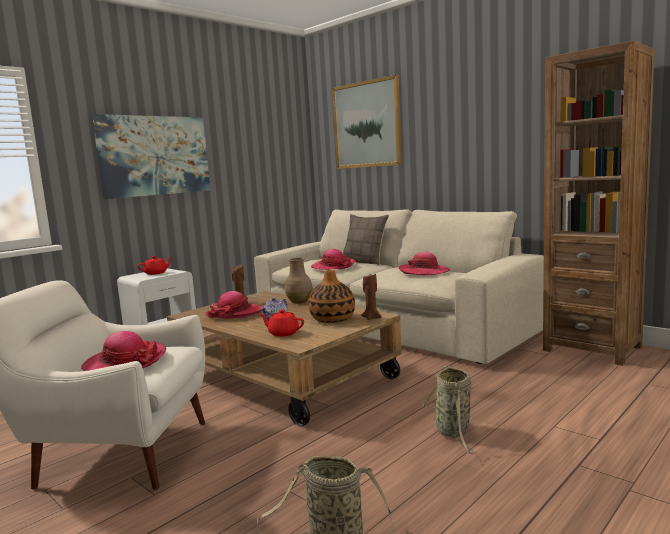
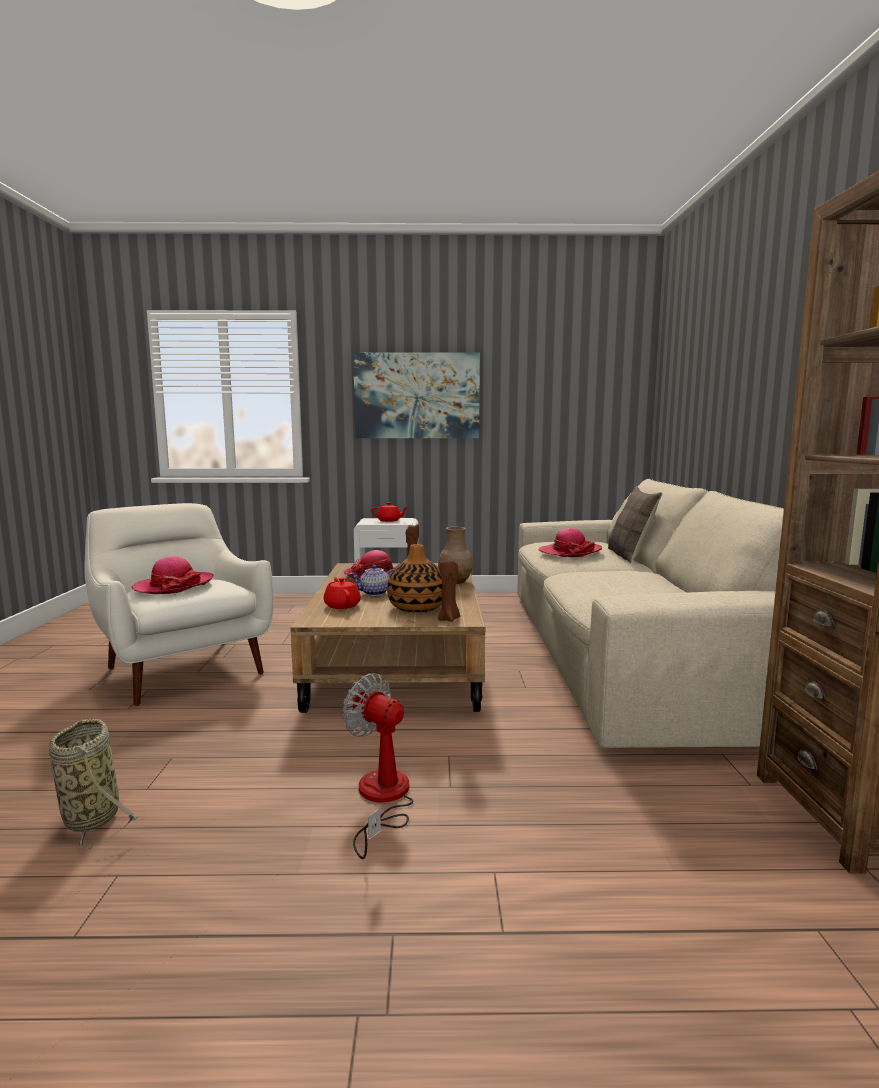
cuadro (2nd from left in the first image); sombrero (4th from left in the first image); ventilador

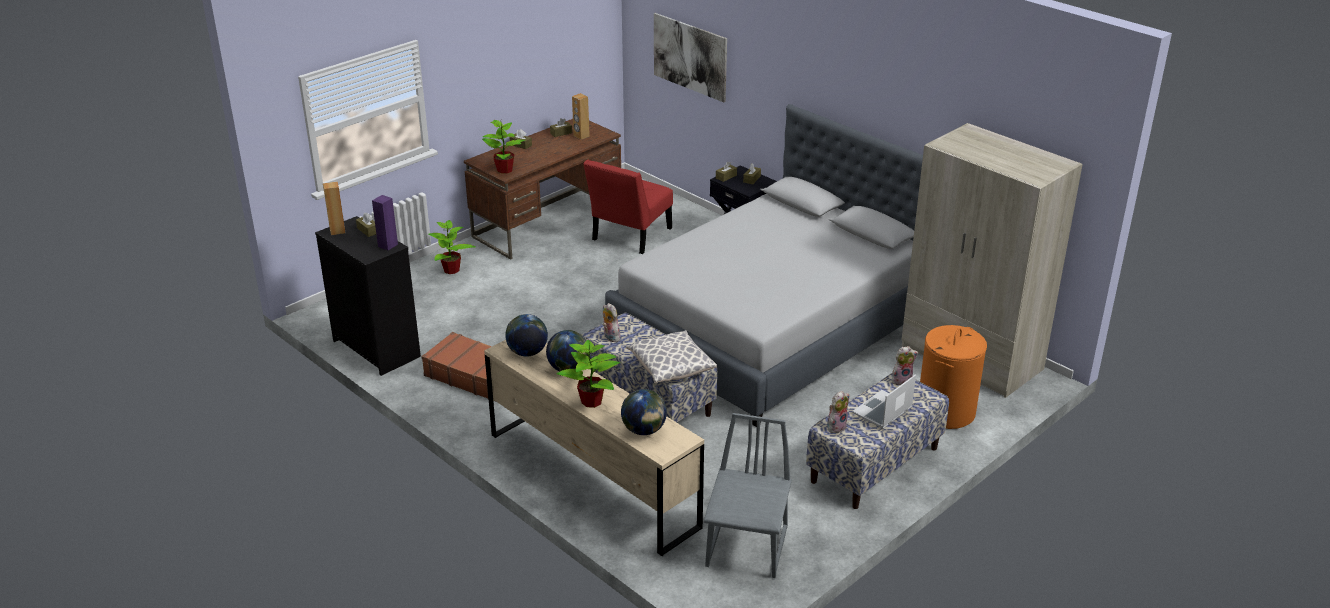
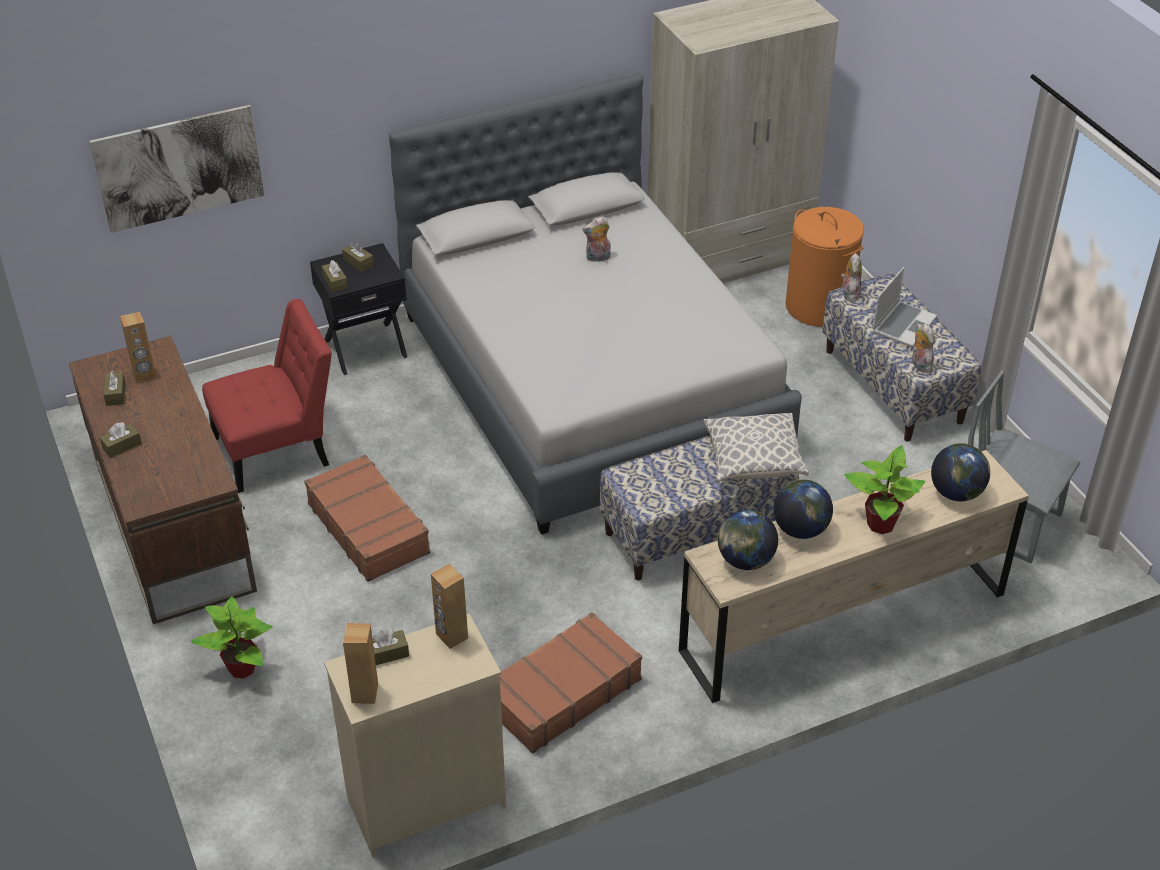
planta en maceta (2nd from left in the first image); silla/rojo; altavoz/marrón (3rd from left); cómoda/beis (1st from left); peluche (1st from left); portátil; maleta/marrón (1st from left)

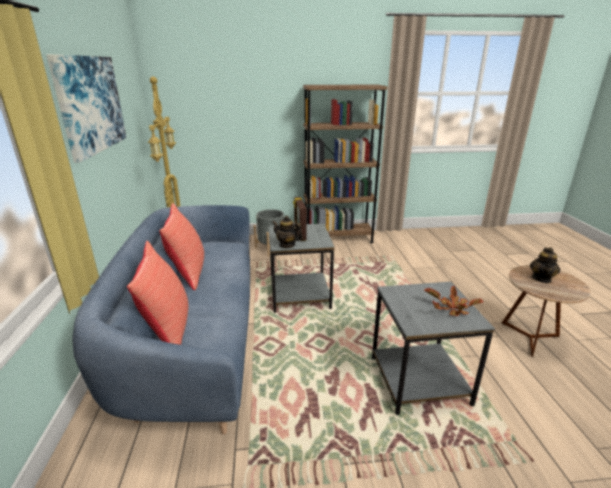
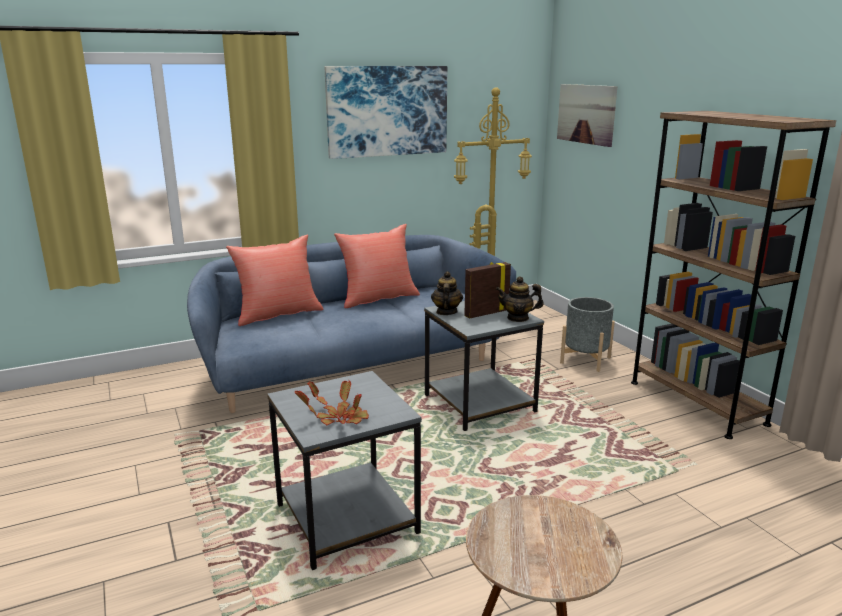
tetera (2nd from left); cuadro (2nd from left)

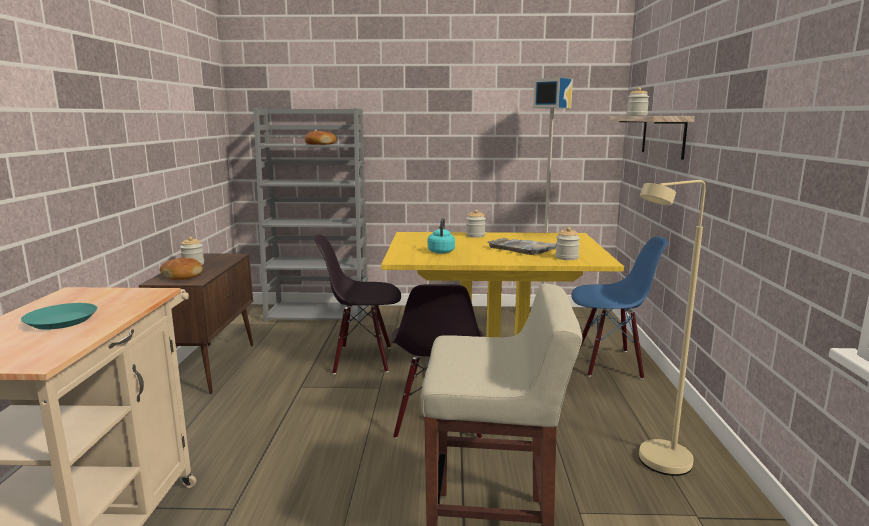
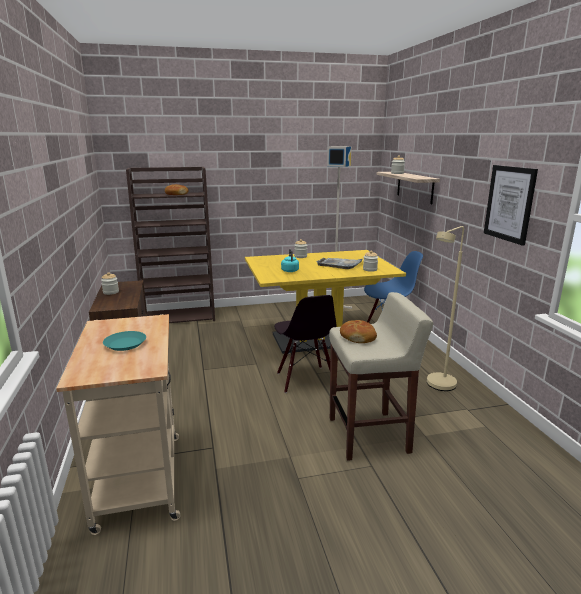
estantería/marrón; silla/negro (1st from left in the first image); pan (2nd from left); cuadro

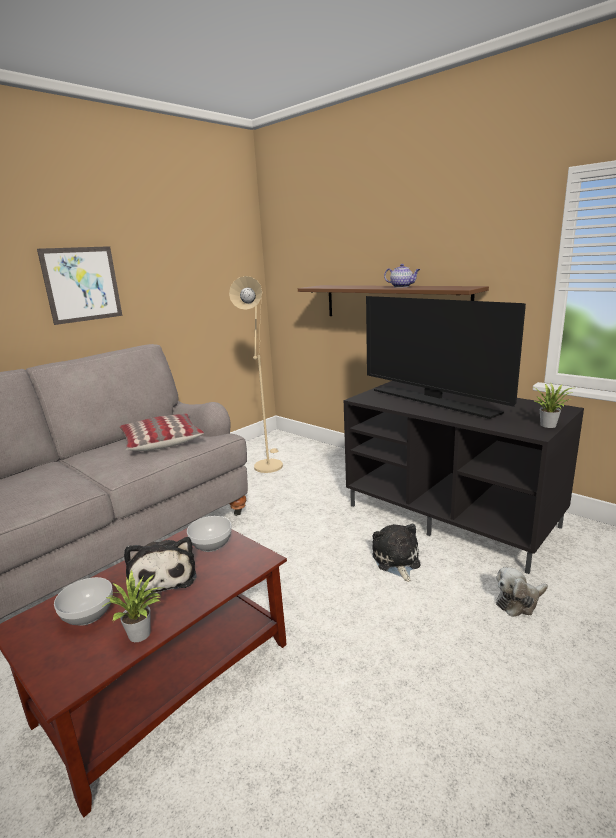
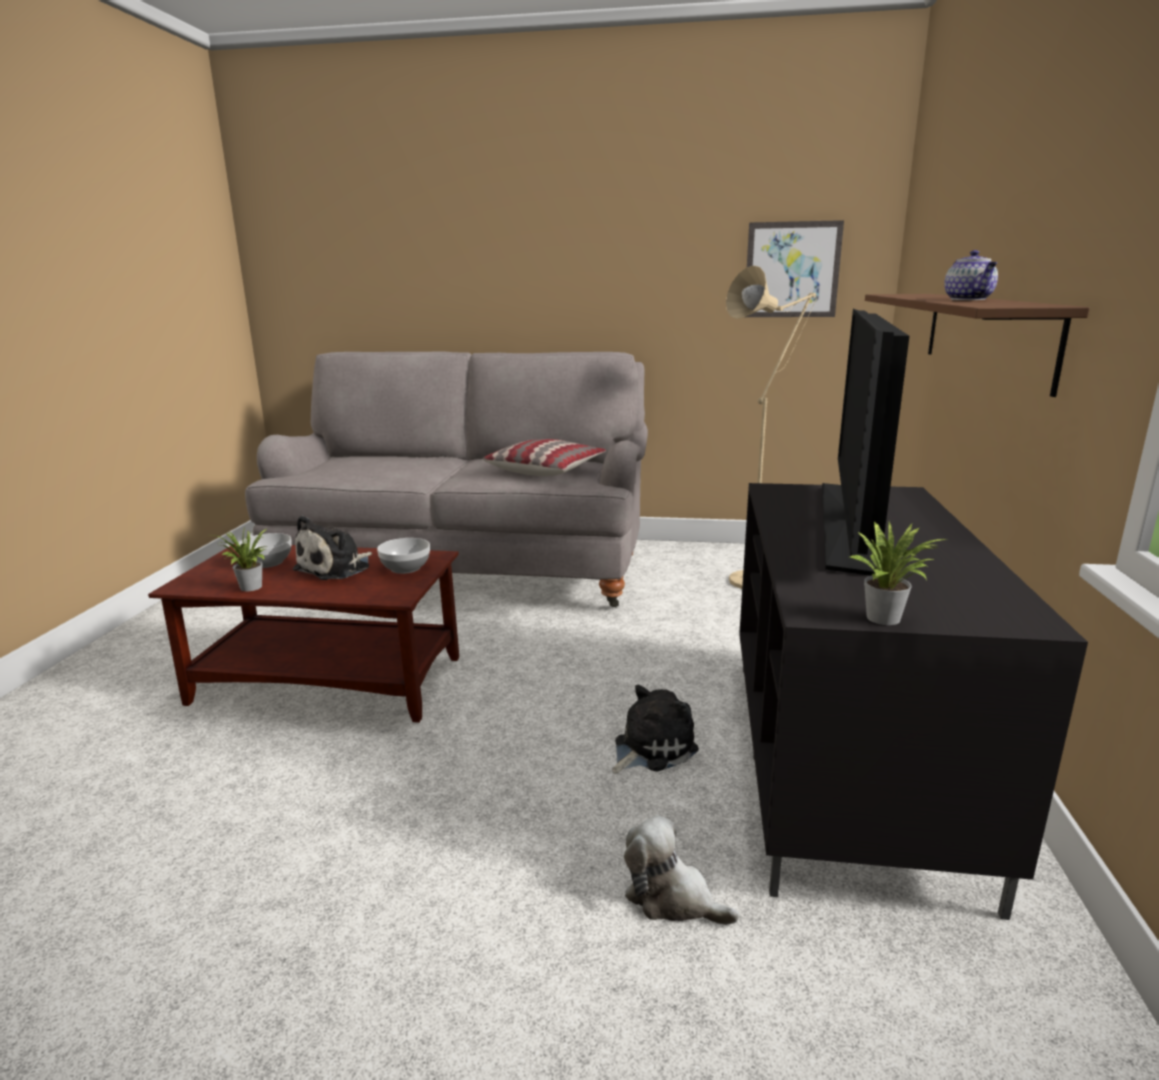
cuadro

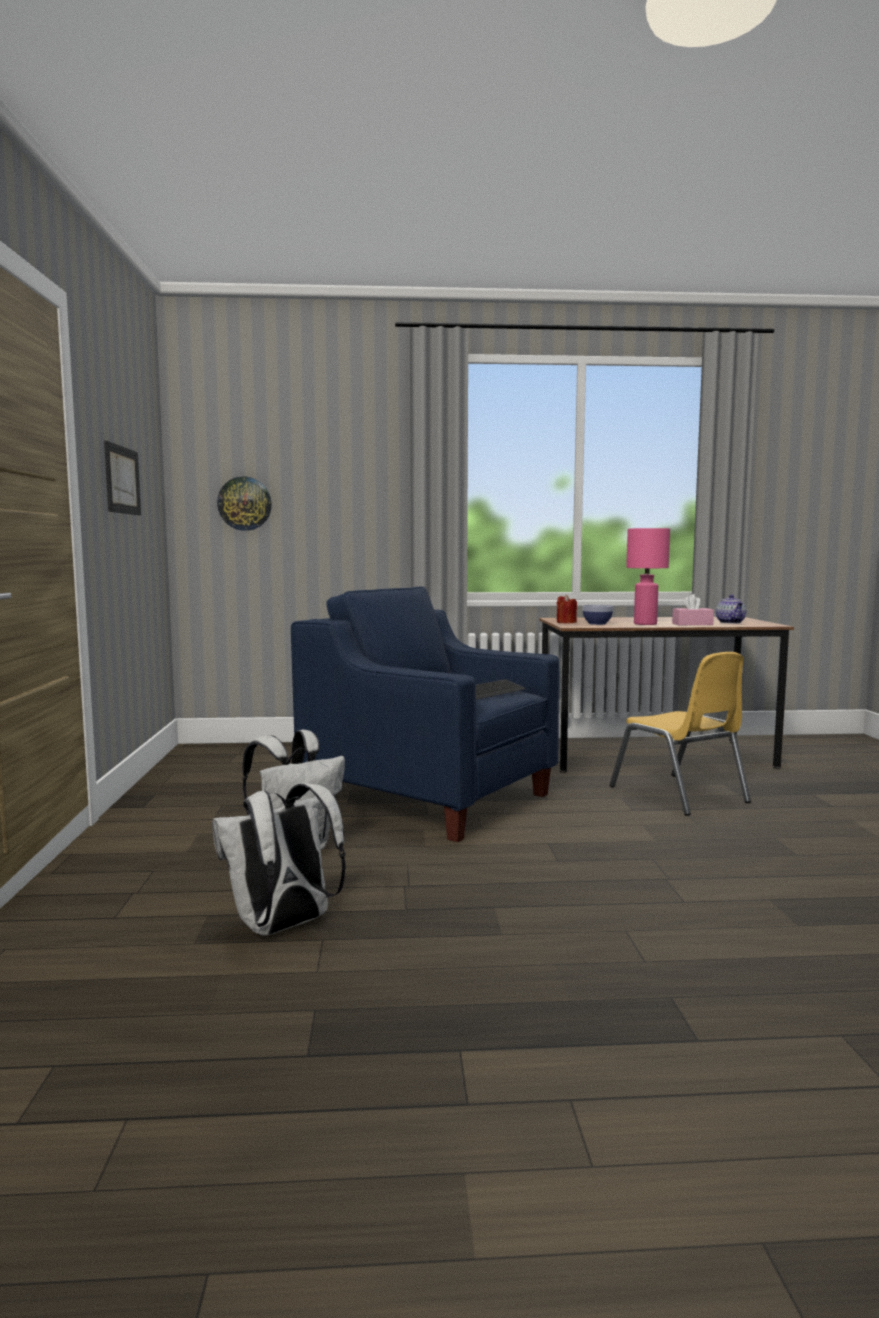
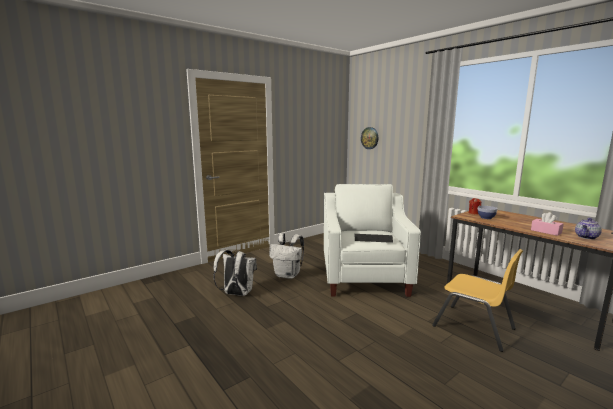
cuadro; lámpara de mesa/rosa; sillón/blanco; silla/amarillo

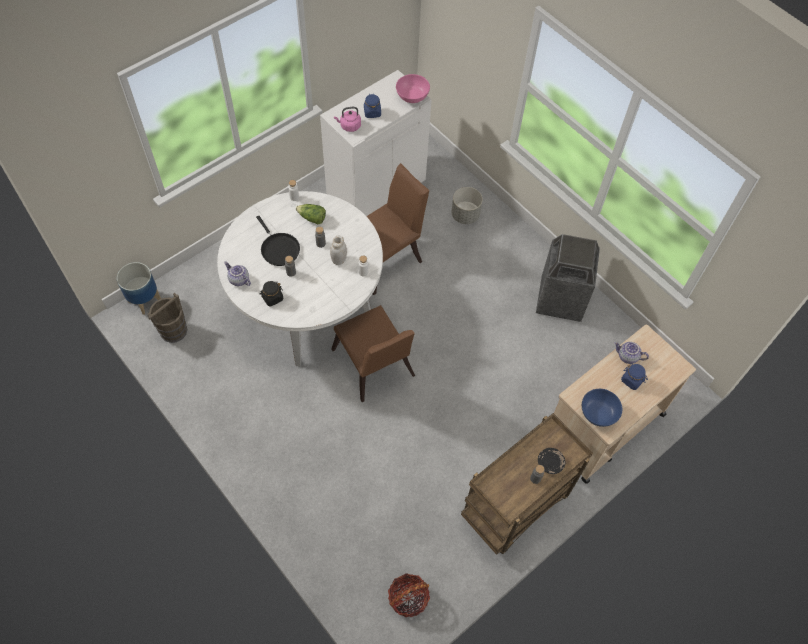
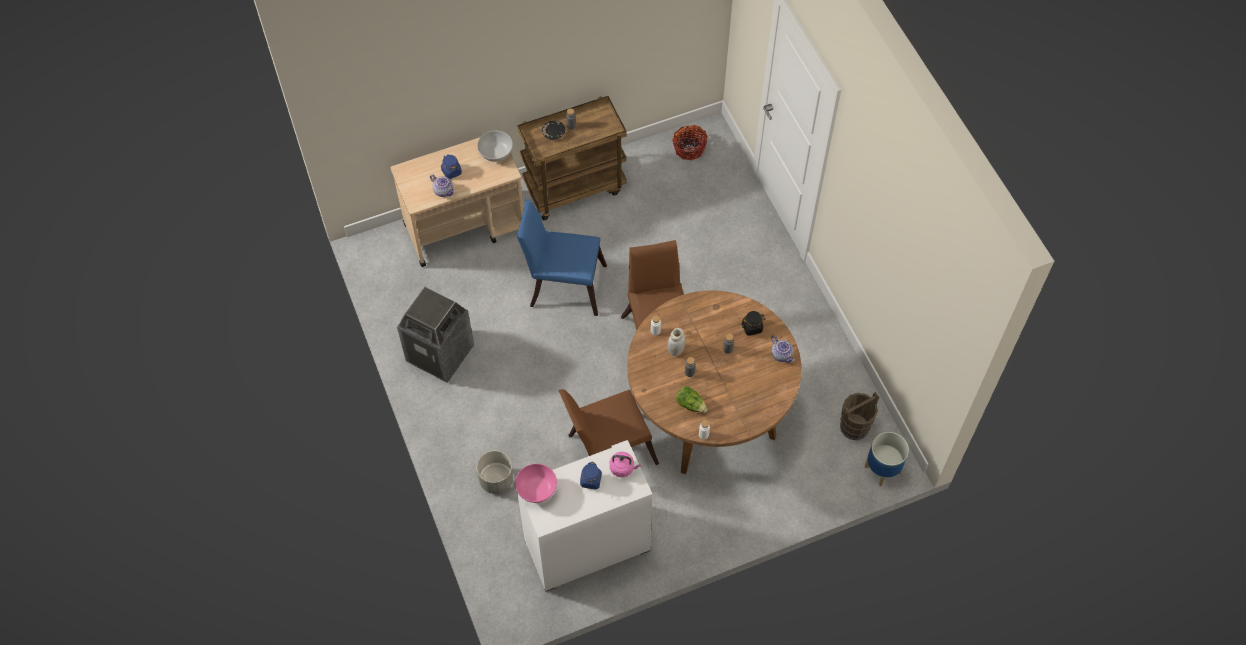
mesa de comedor/marrón; sartén/negro; cuenco/blanco; silla/azul

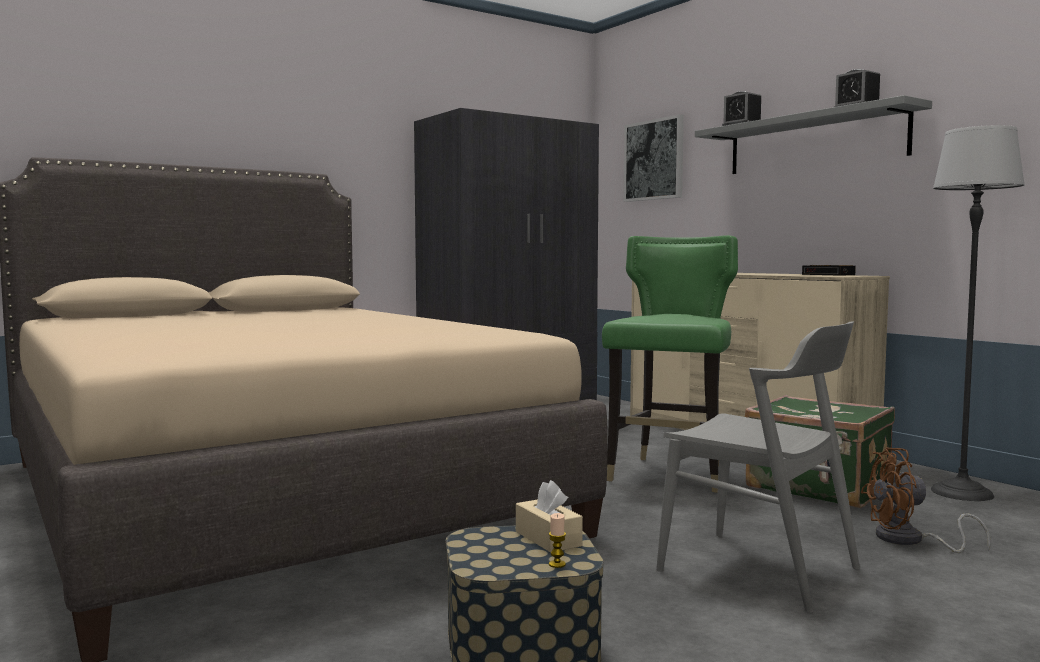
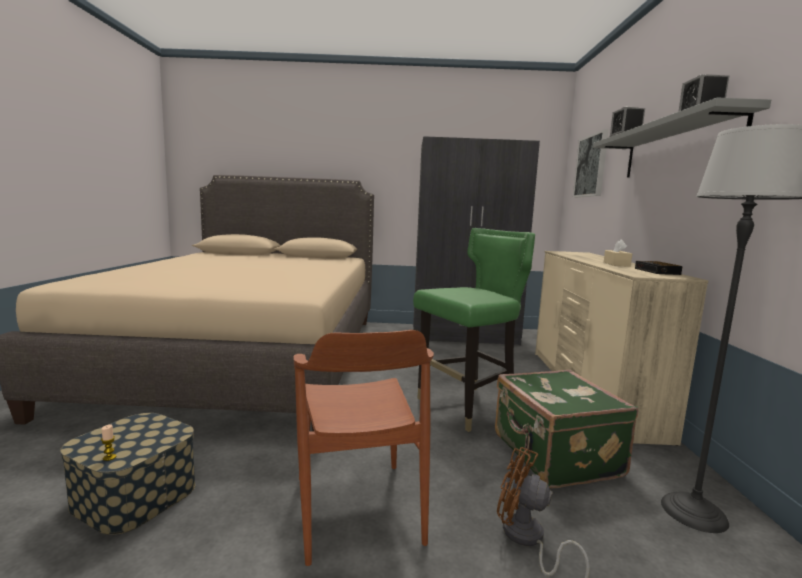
silla/marrón; caja de pañuelos/beis

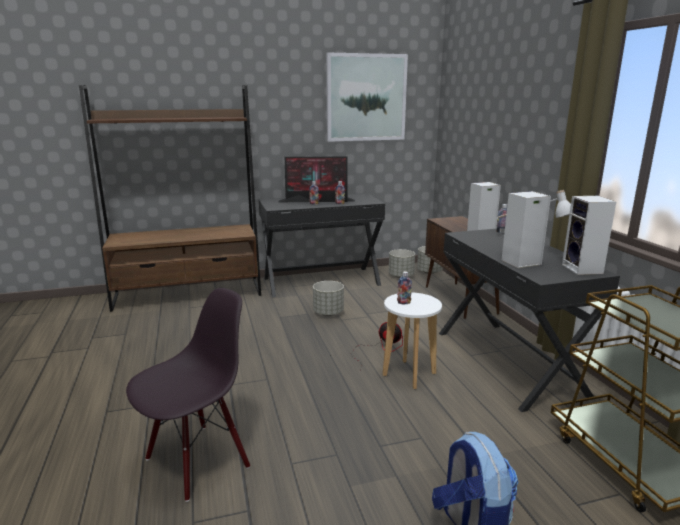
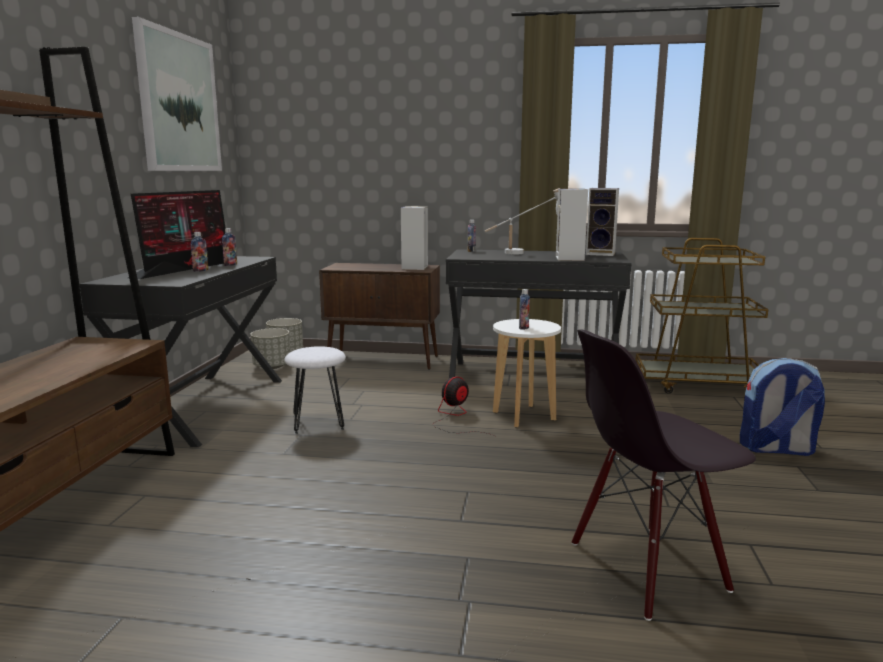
taburete/blanco (1st from left); silla/negro

